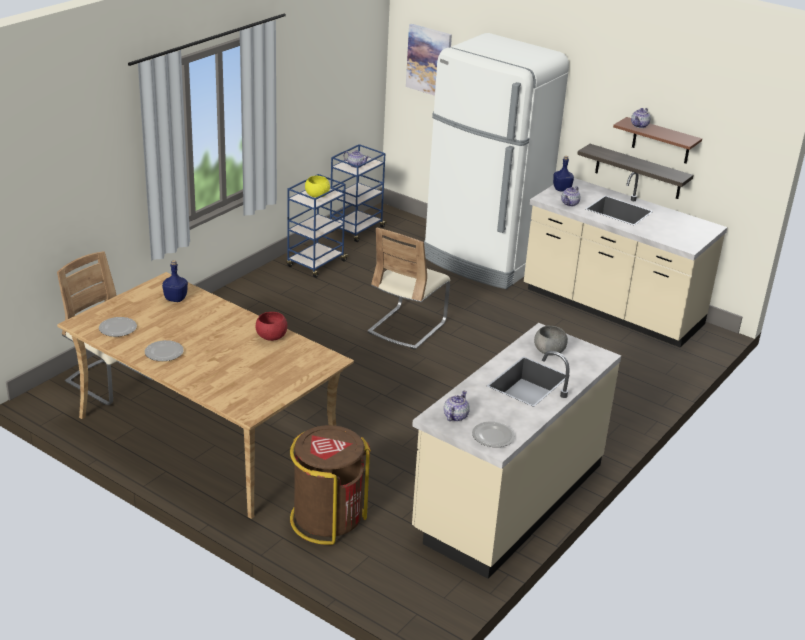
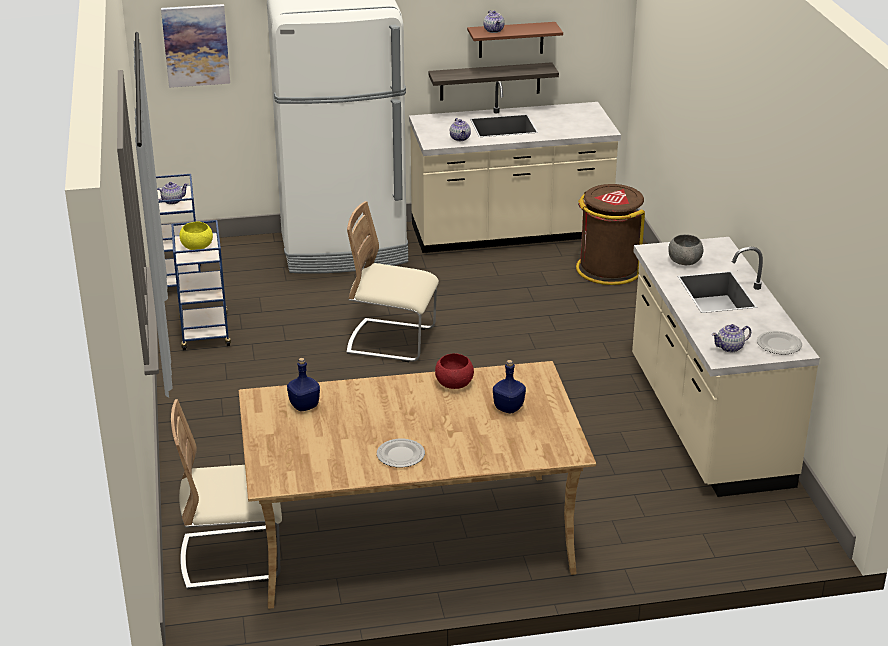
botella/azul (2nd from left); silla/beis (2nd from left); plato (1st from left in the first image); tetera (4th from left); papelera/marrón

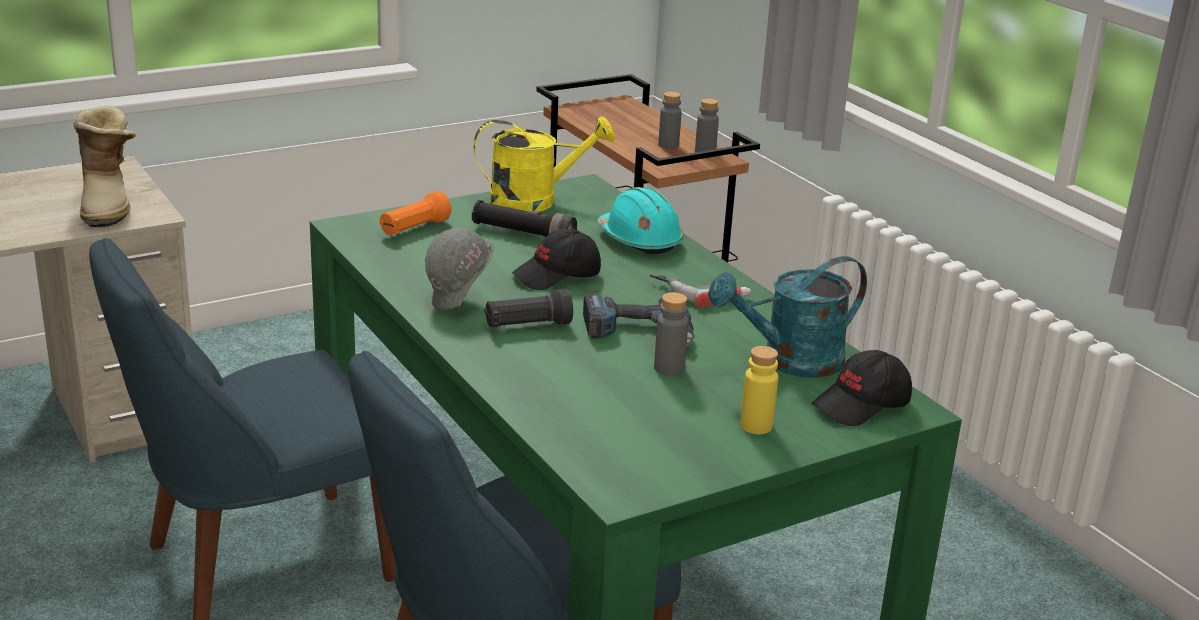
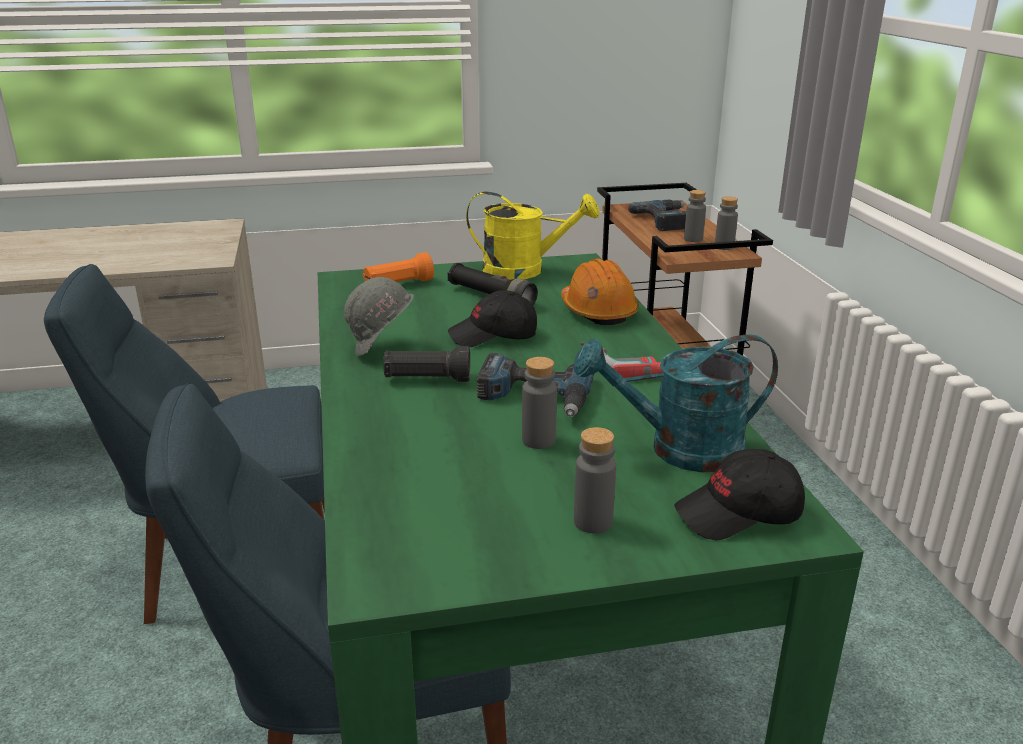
bota; casco/naranja; botella/gris (2nd from left); taladro (3rd from left)

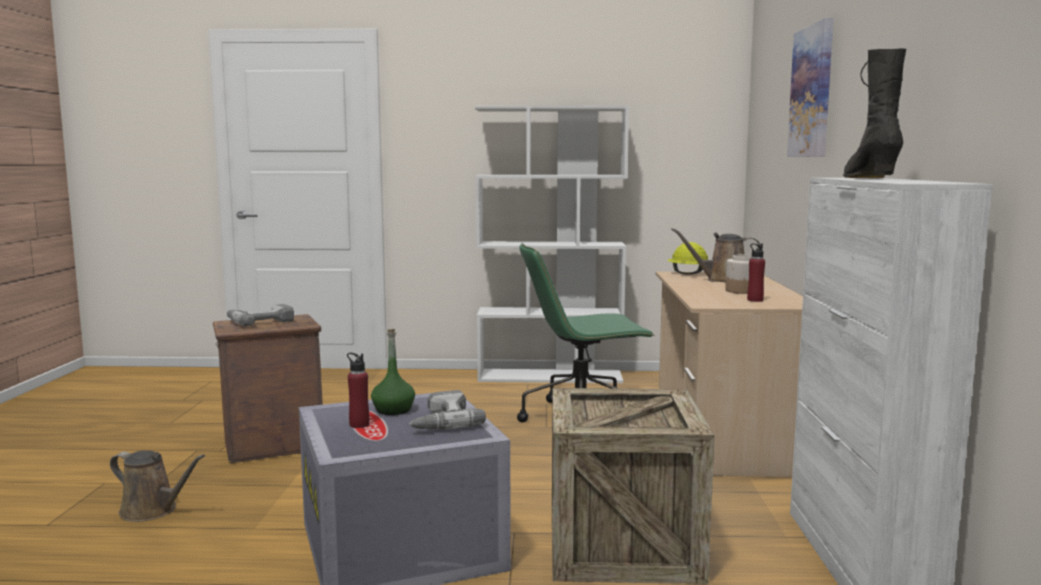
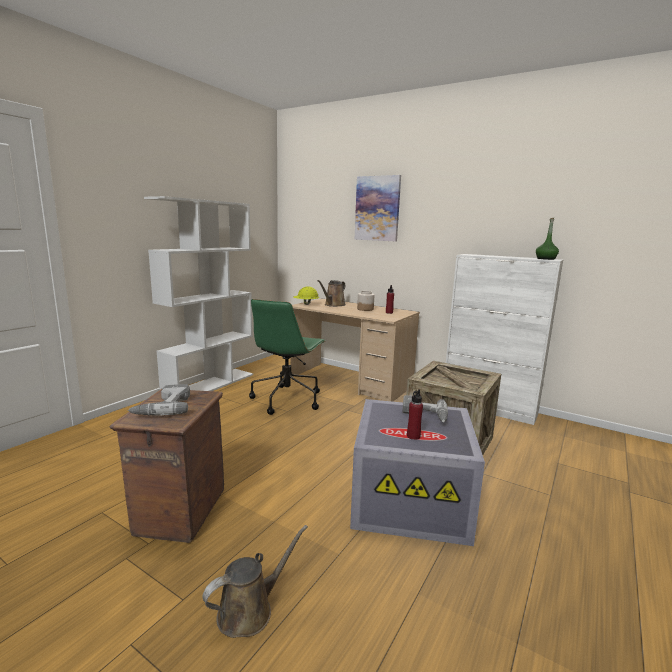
bota/negro; botella/verde

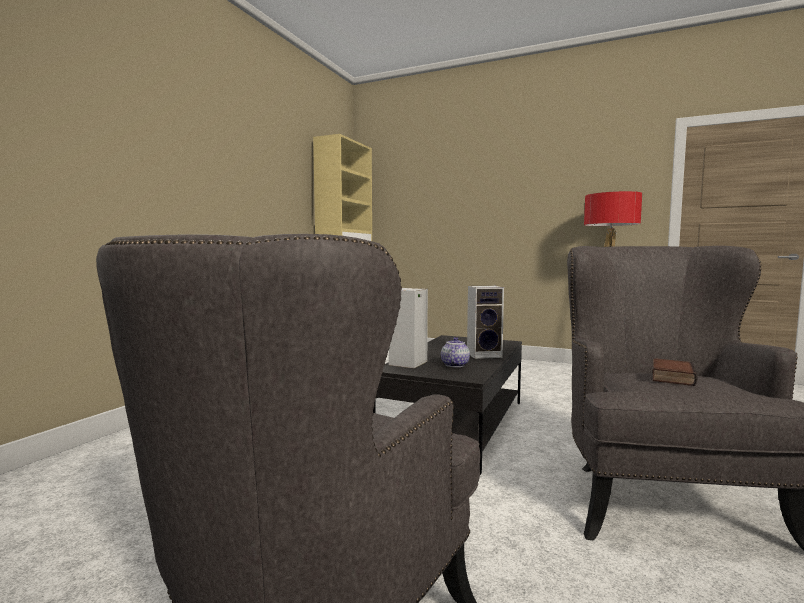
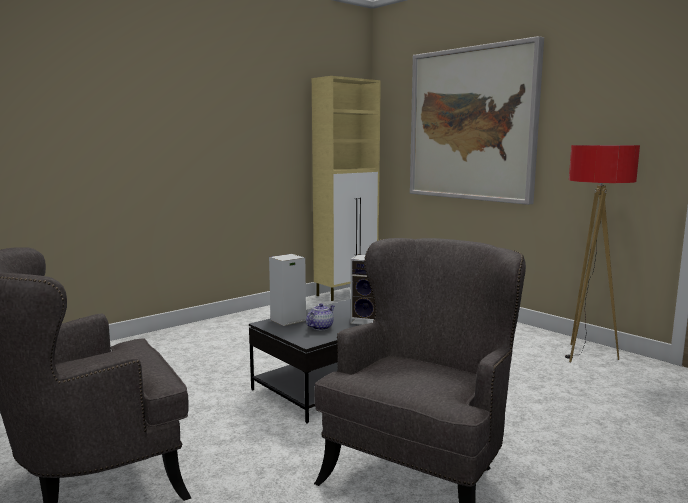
libro; cuadro

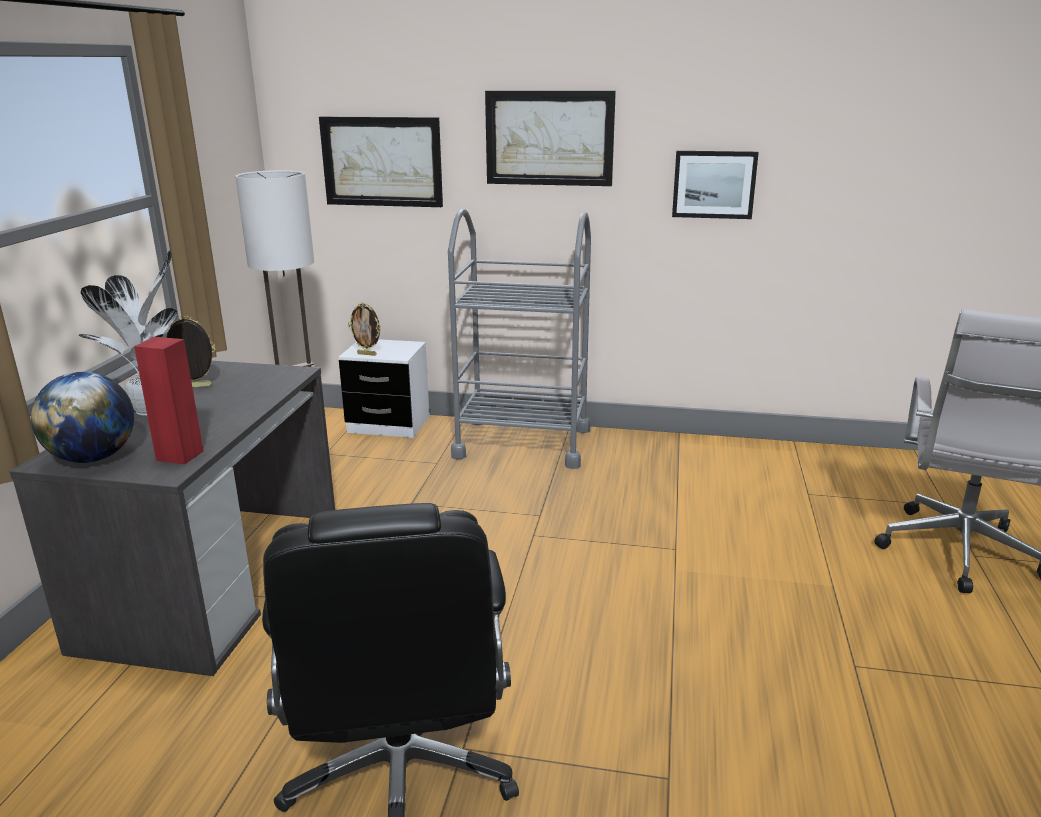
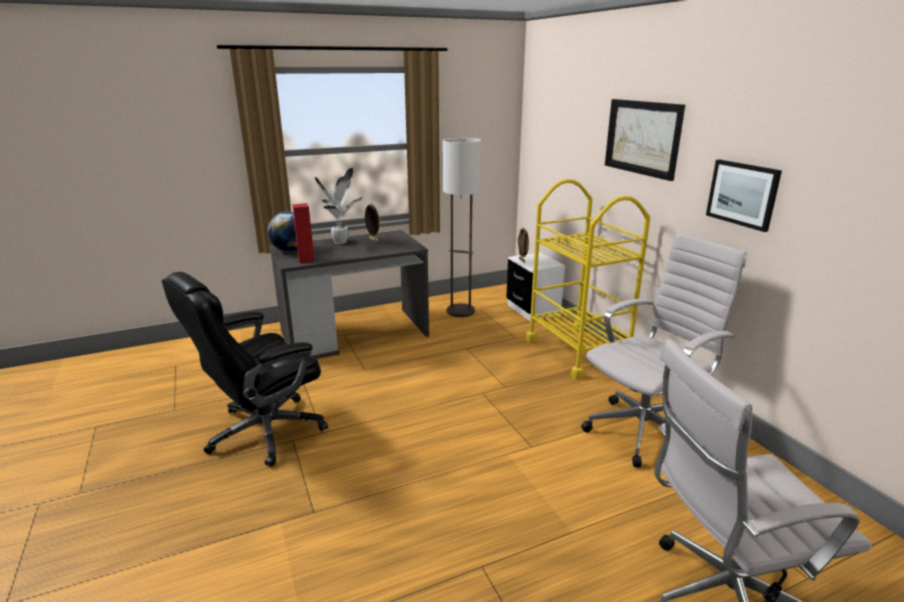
cuadro (1st from left in the first image); carrito/amarillo; silla de oficina/blanco (1st from left)

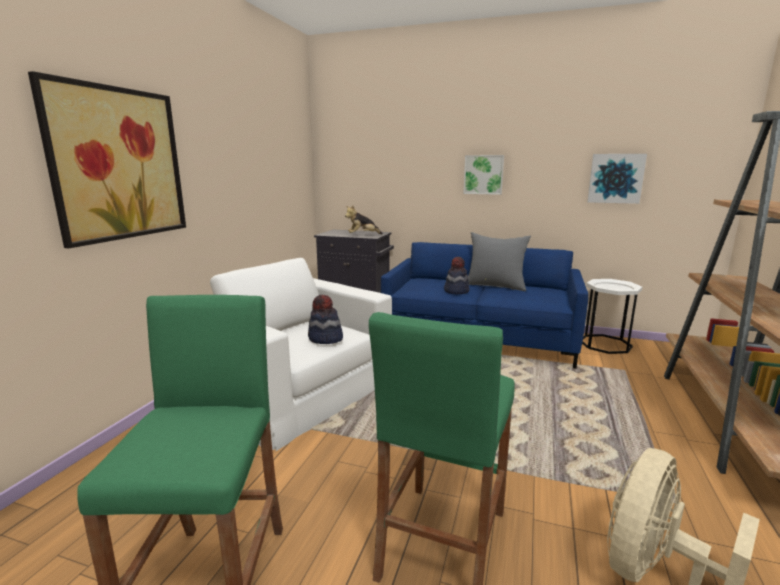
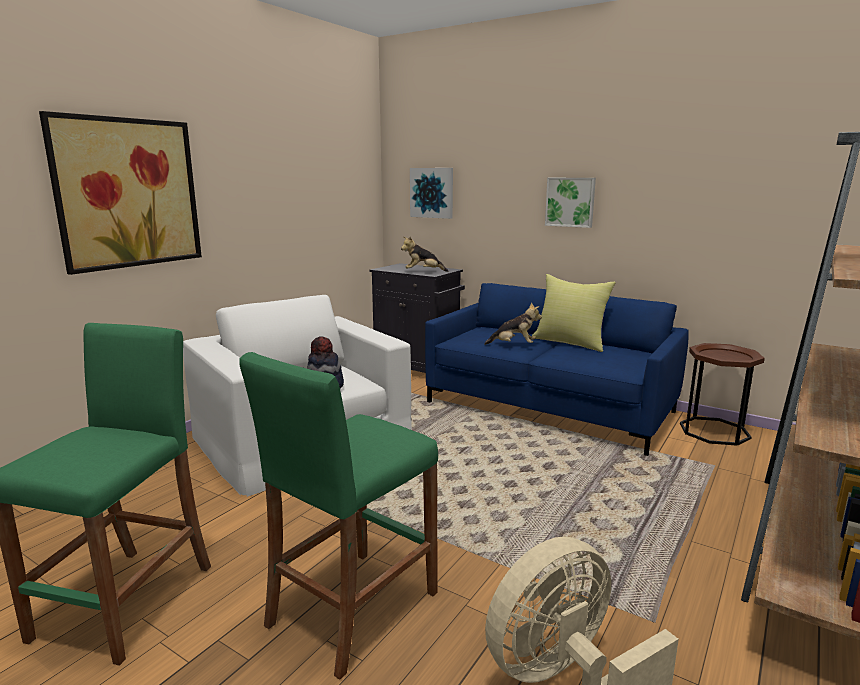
cuadro (2nd from left); cojín/amarillo; peluche (2nd from left); mesa auxiliar/marrón

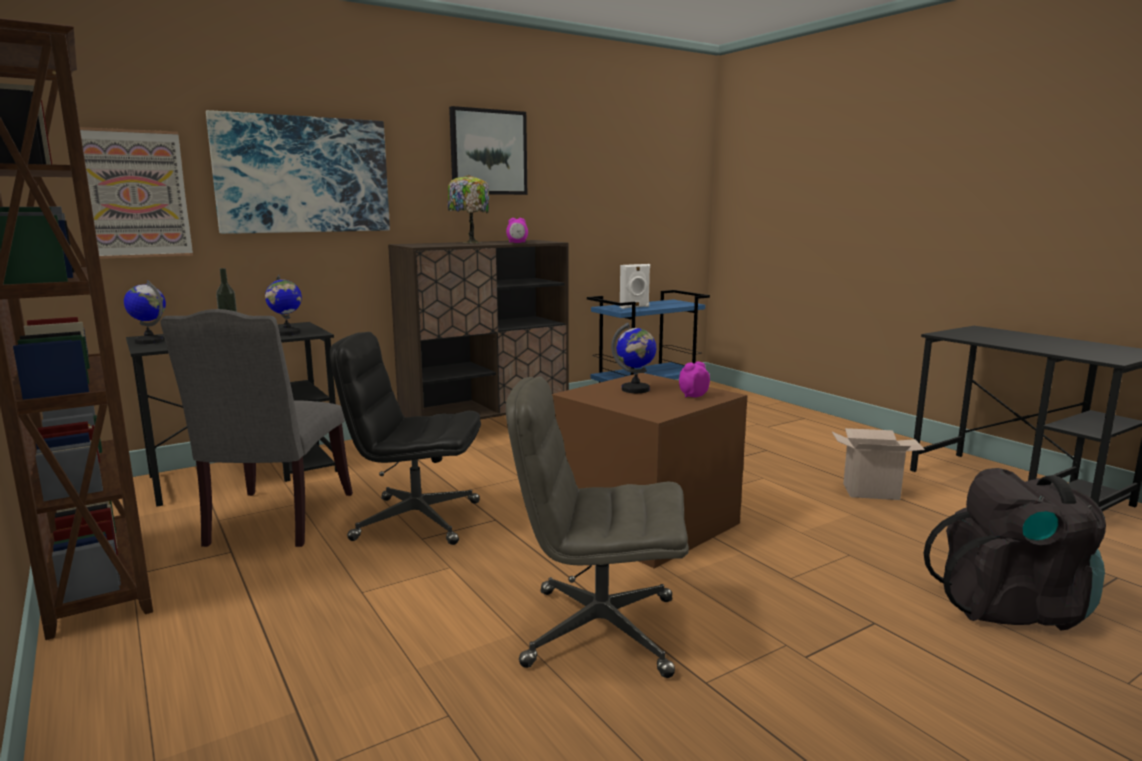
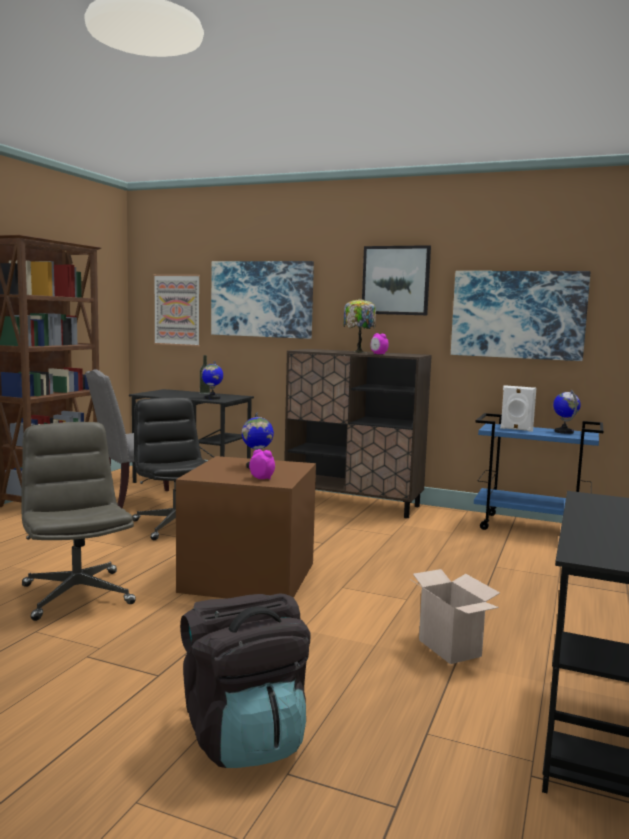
globo terráqueo (3rd from left); cuadro (4th from left)

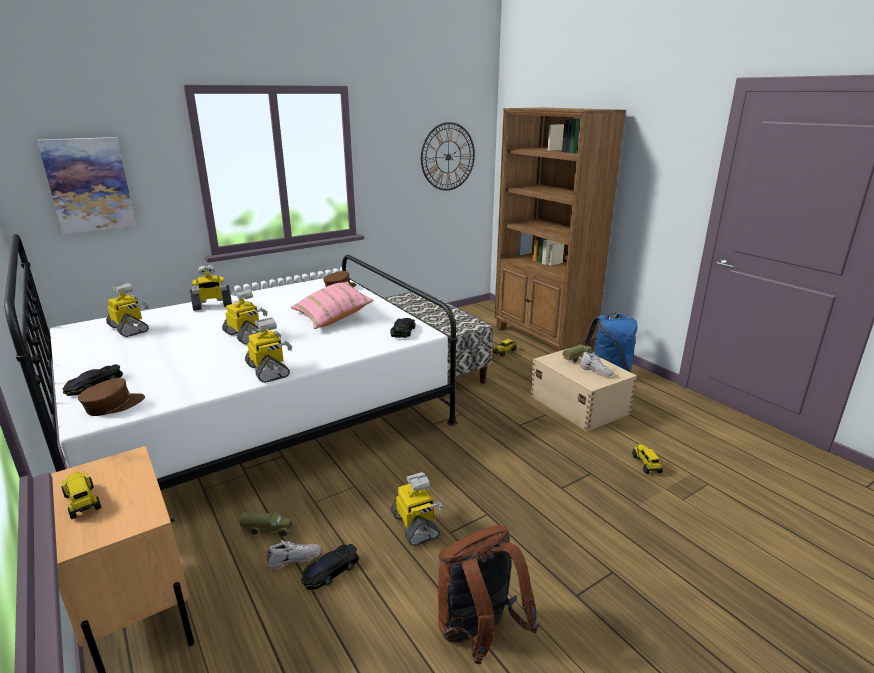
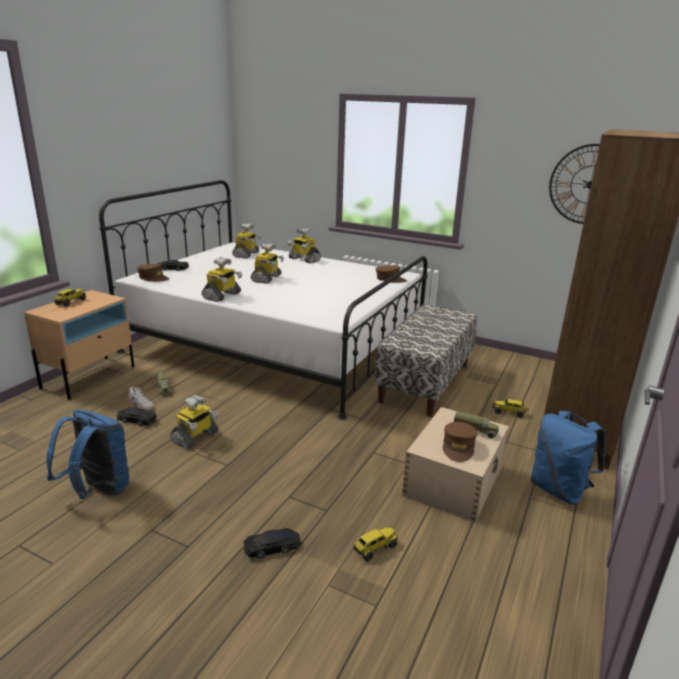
cuadro; cojín/rosa; coche de juguete/negro (3rd from left); gorra/marrón (3rd from left); mochila/azul (1st from left)

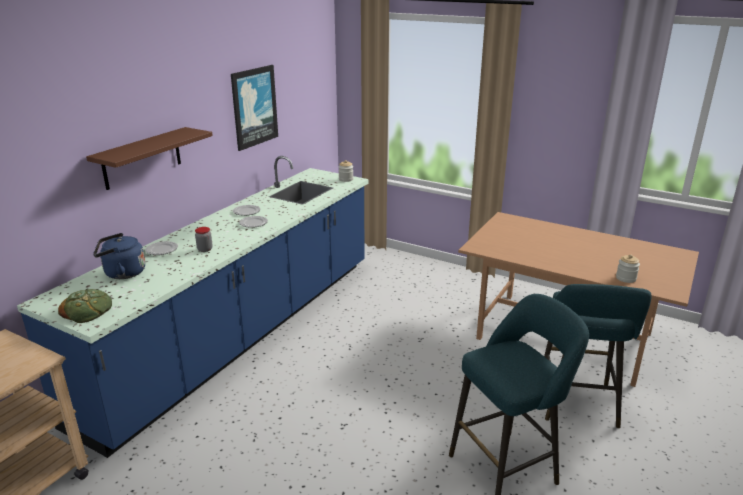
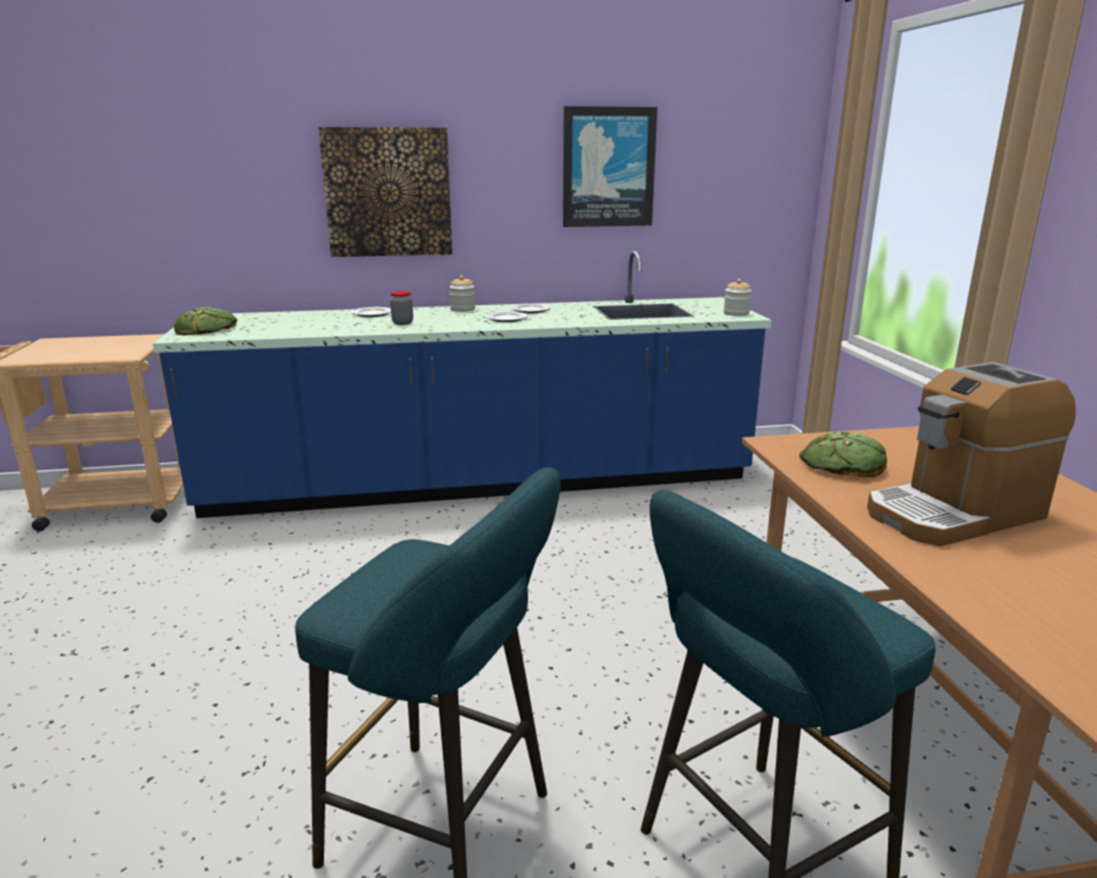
cuadro (1st from left); hervidor/azul; tarro (2nd from left); cafetera; pan (2nd from left)

